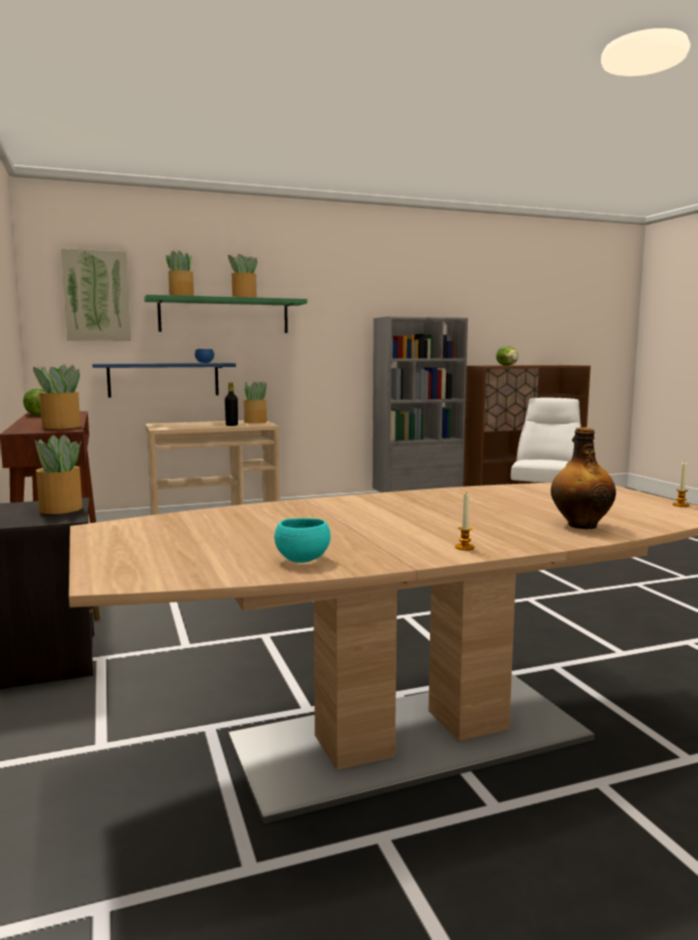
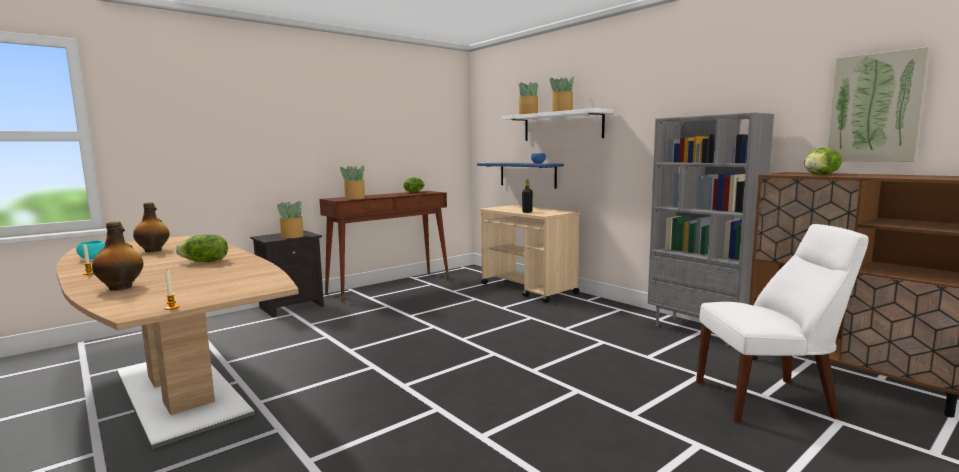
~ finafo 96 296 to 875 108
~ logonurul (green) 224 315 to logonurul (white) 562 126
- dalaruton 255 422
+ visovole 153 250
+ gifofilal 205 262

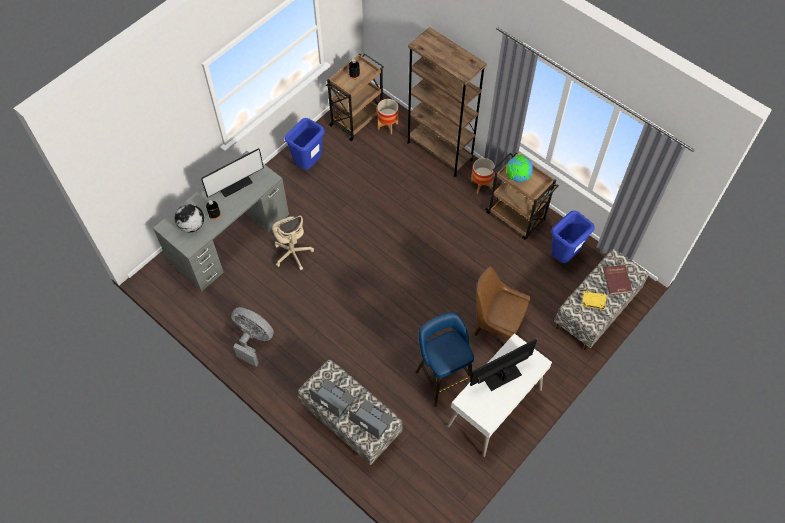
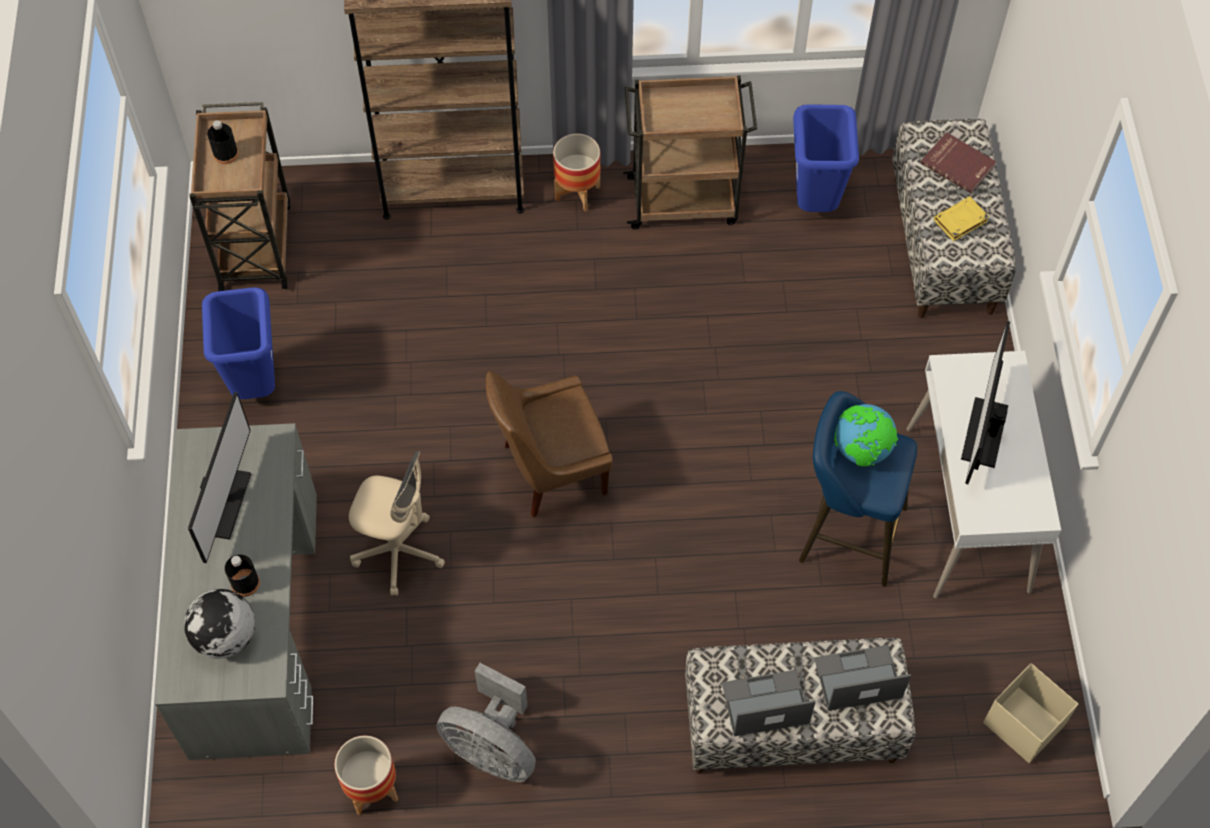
~ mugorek 387 126 to 372 789
~ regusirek 517 177 to 862 451
~ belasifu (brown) 496 324 to 550 470
~ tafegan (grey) 253 340 = 492 748 135 degrees counterclockwise
+ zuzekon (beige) 1023 723

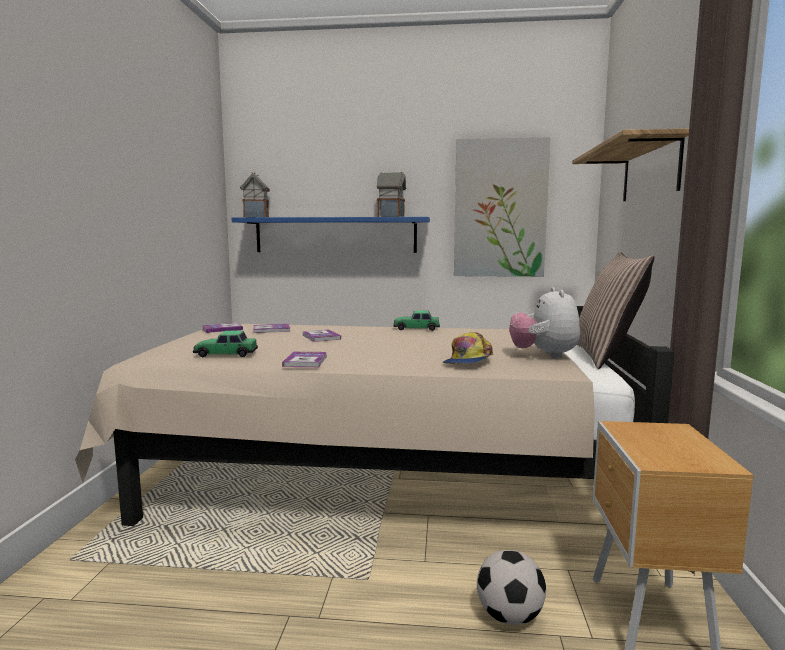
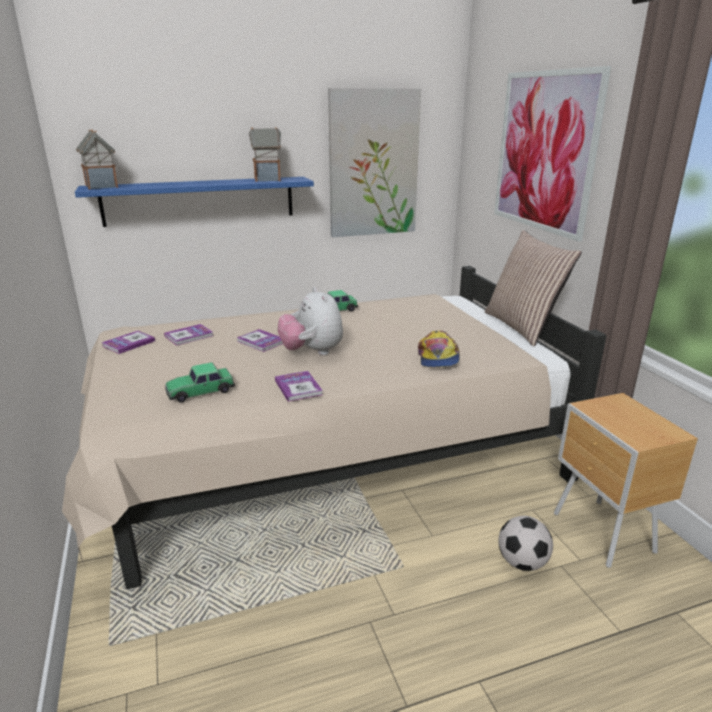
~ logonurul 650 171 to finafo 544 152
~ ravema 544 355 to 312 352

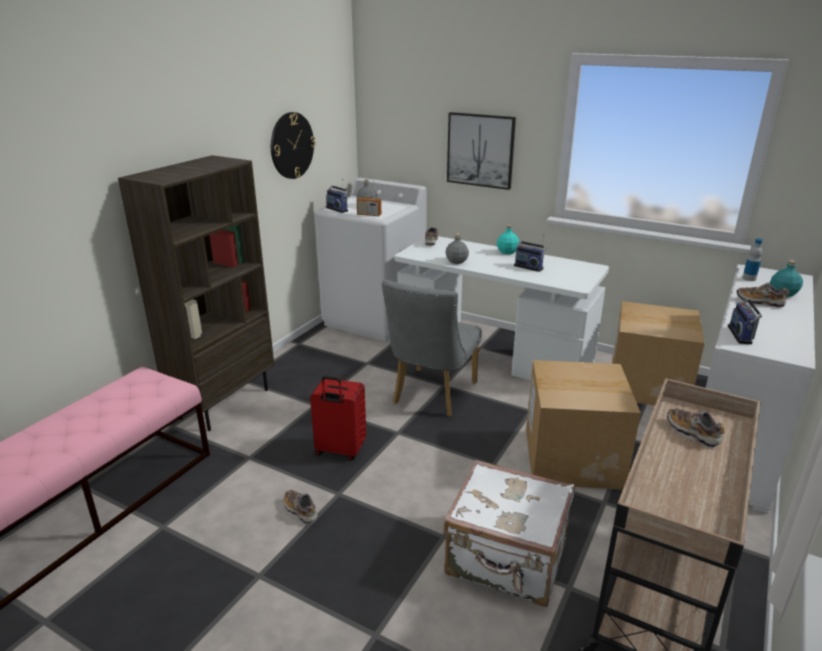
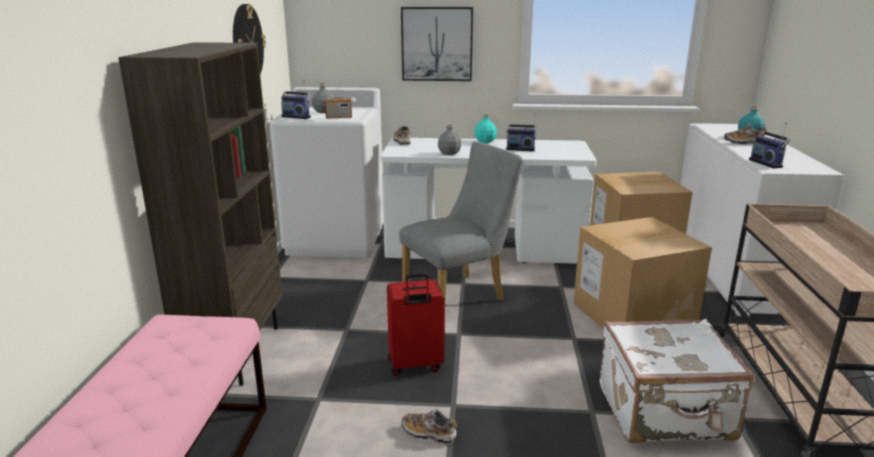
- visovole 749 278
~ belasifu (grey) 431 396 = 460 295 120 degrees counterclockwise
- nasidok 692 433

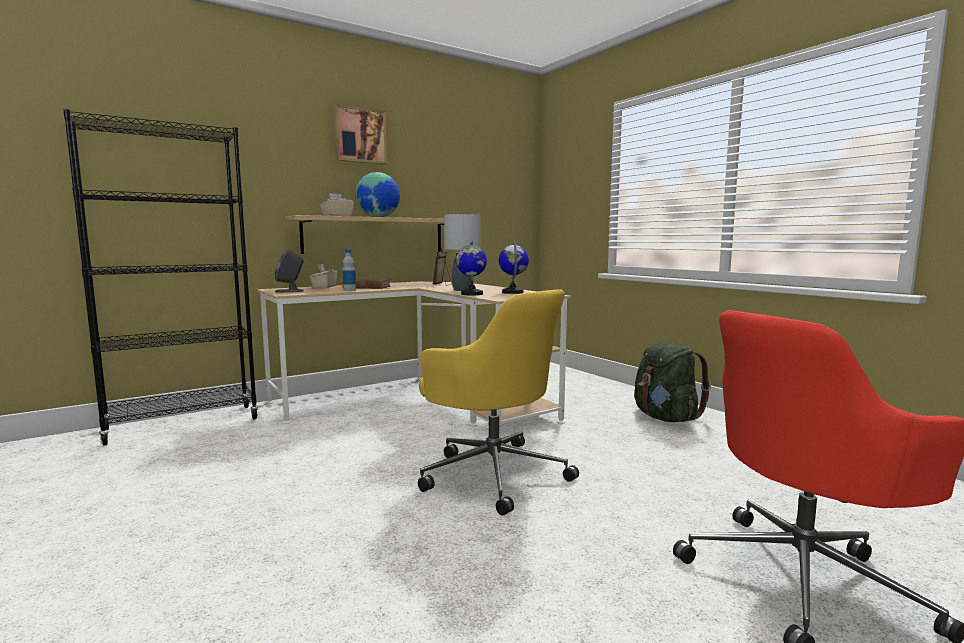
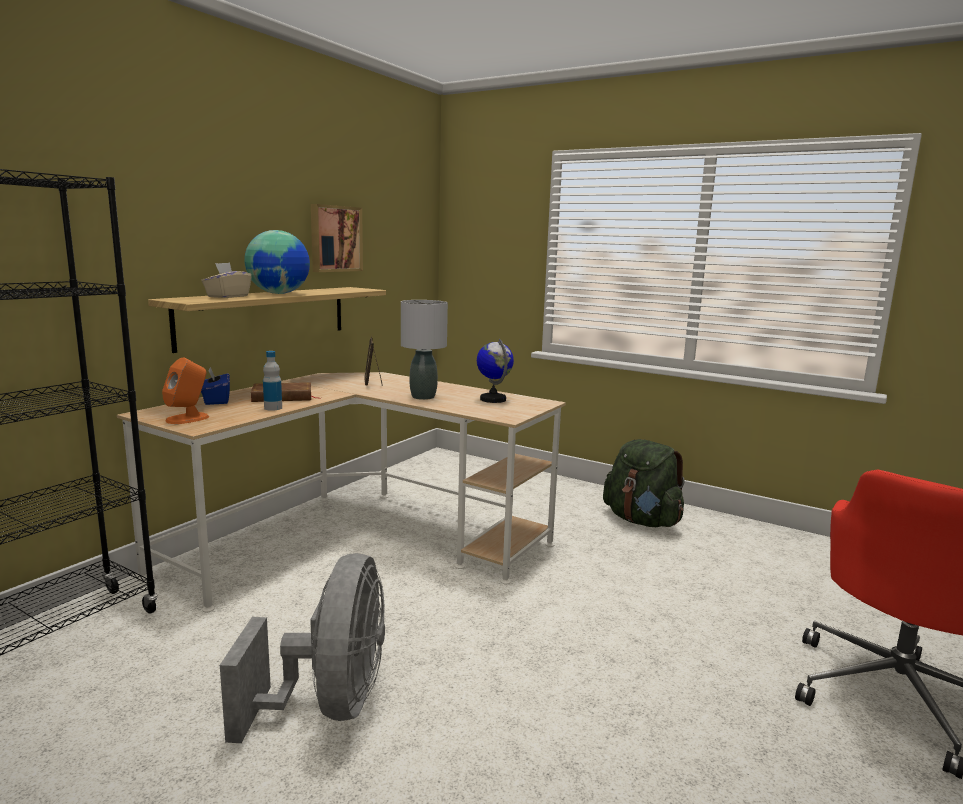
~ finafo 360 135 to 335 238
- regusirek 471 294
~ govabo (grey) 290 291 to govabo (orange) 188 418
~ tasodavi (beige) 324 287 to tasodavi (blue) 216 400
- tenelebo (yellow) 493 473
+ tafegan (grey) 330 704

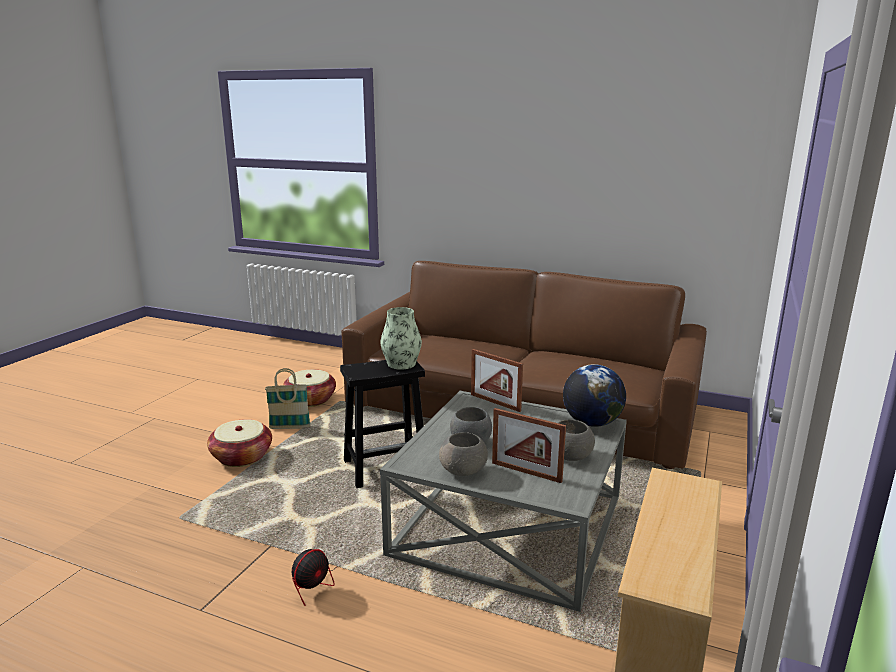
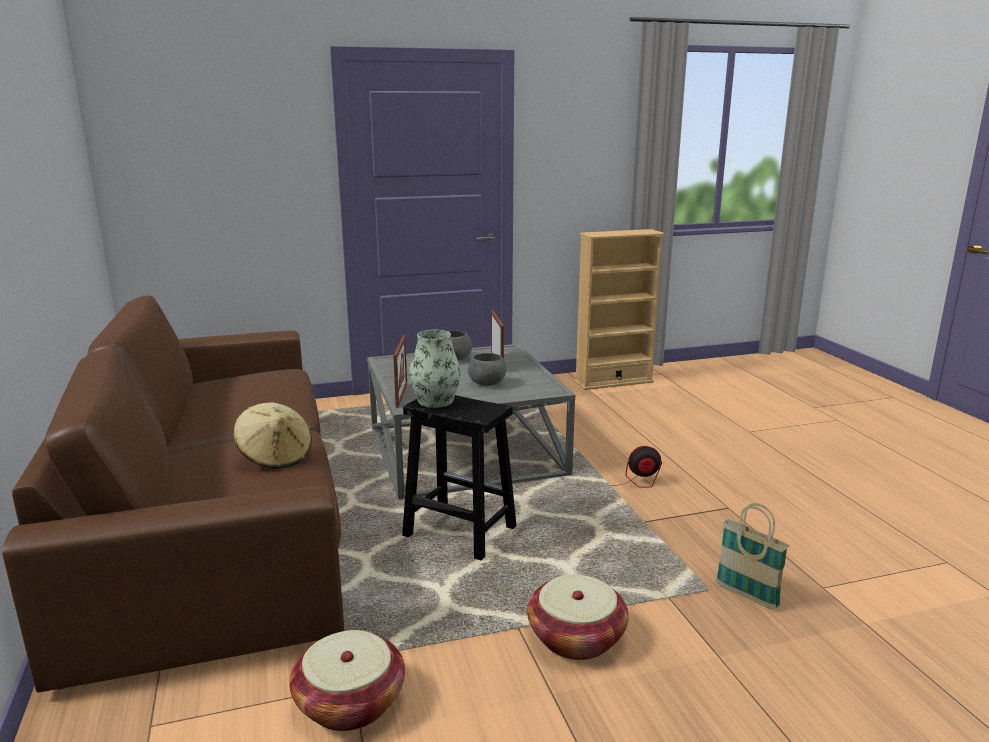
- regusirek 591 423
~ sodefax 290 427 to 746 596
- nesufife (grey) 464 470
+ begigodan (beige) 275 457

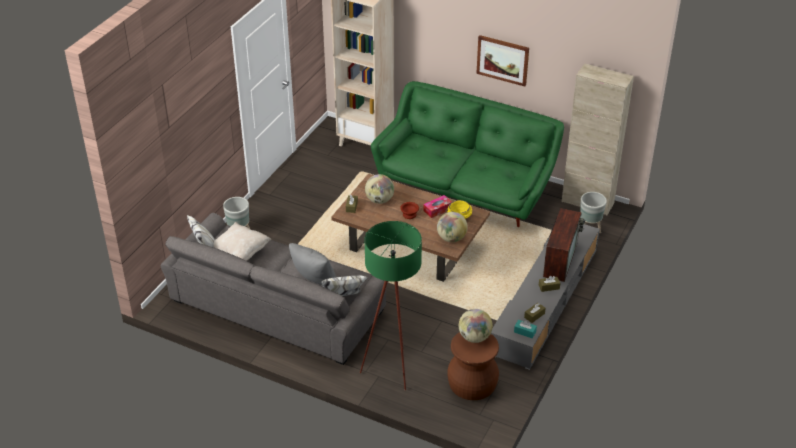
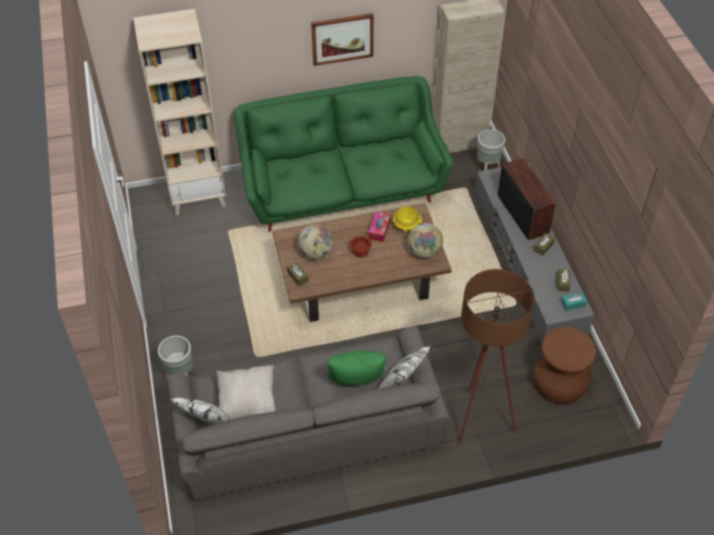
~ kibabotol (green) 392 366 to kibabotol (brown) 478 415
~ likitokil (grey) 314 282 to likitokil (green) 356 382
- regusirek 474 337

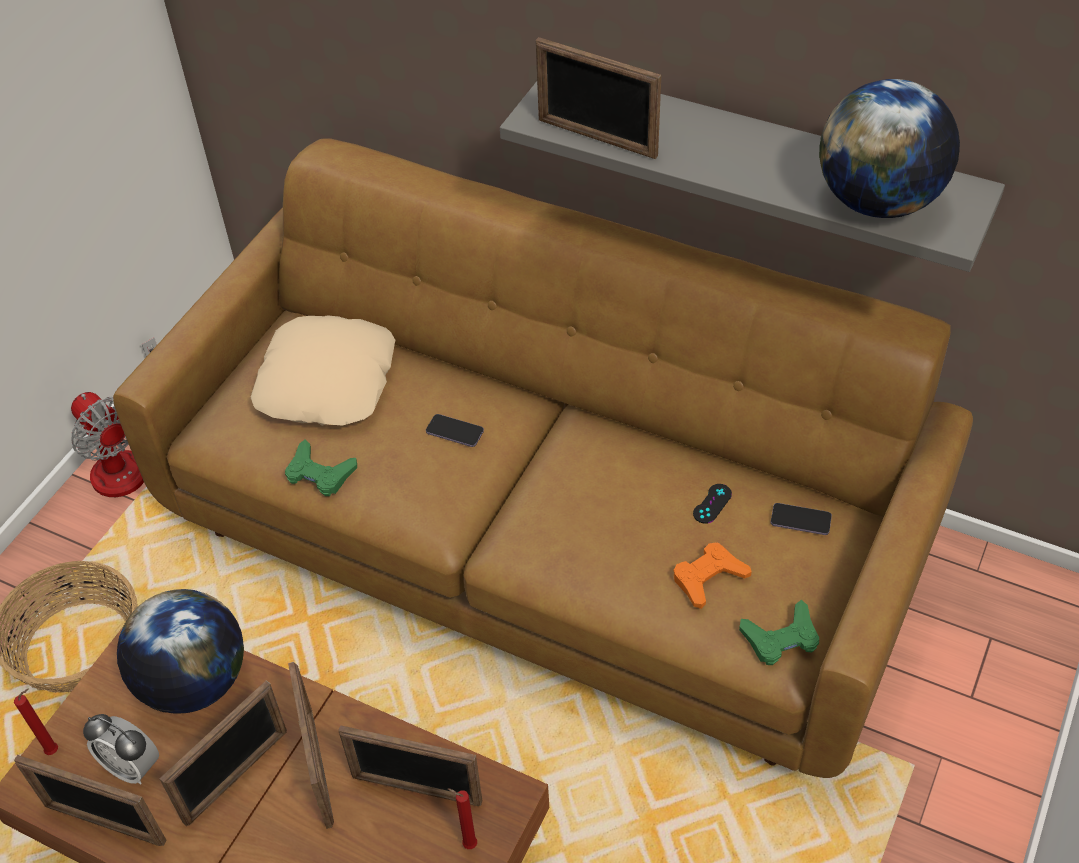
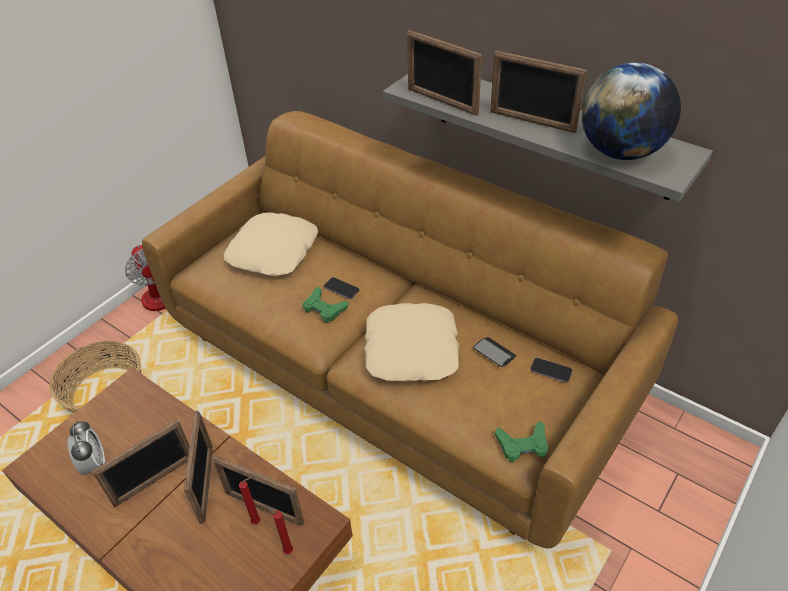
~ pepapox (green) 319 474 to 324 308
~ pepapox (black) 712 504 to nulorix 494 352
- pepapox (orange) 708 578
- regusirek 194 682
~ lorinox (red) 55 750 to 257 521
~ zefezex 132 767 = 94 464 150 degrees counterclockwise
~ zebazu 104 823 to 532 121
+ likitokil (beige) 412 349

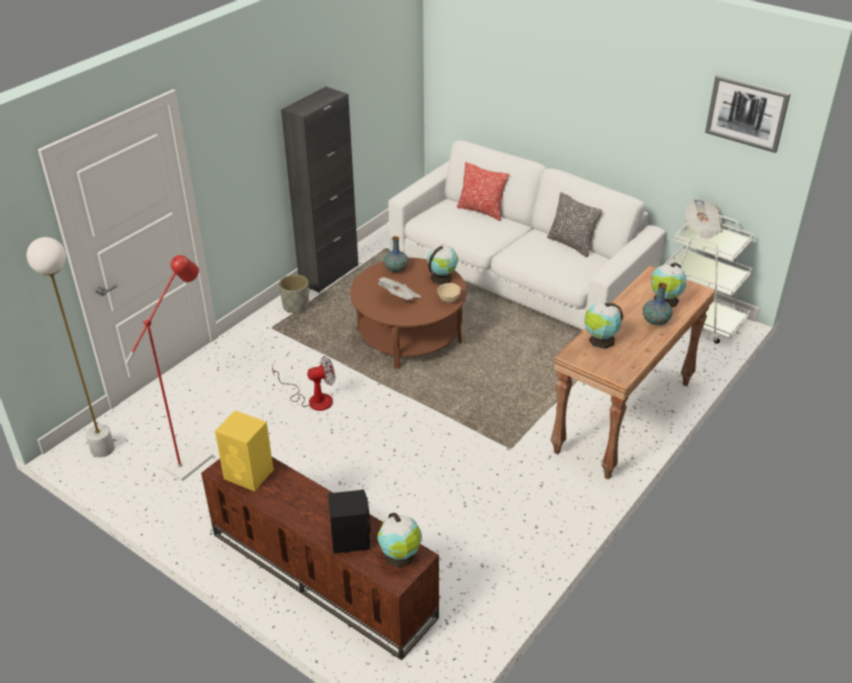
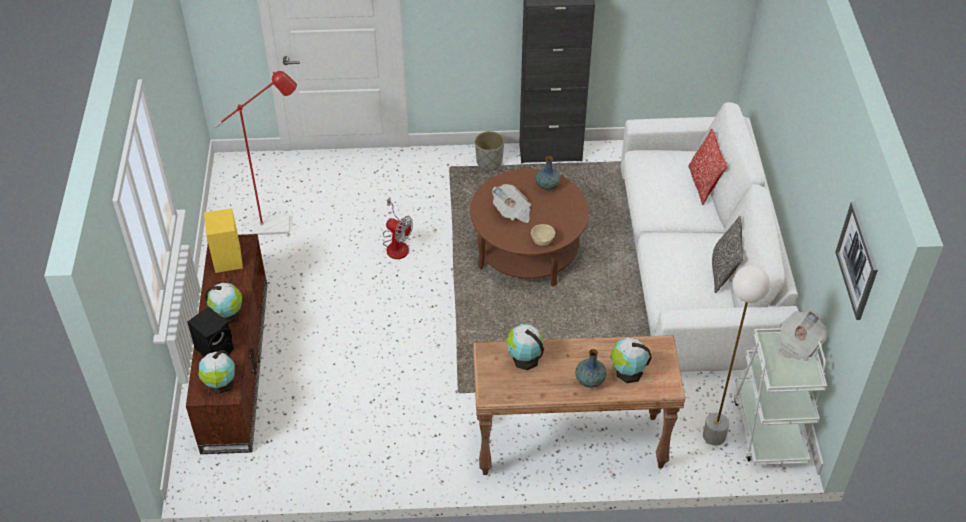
~ kibabotol (white) 103 449 to 714 436
~ regusirek 442 278 to 228 315

